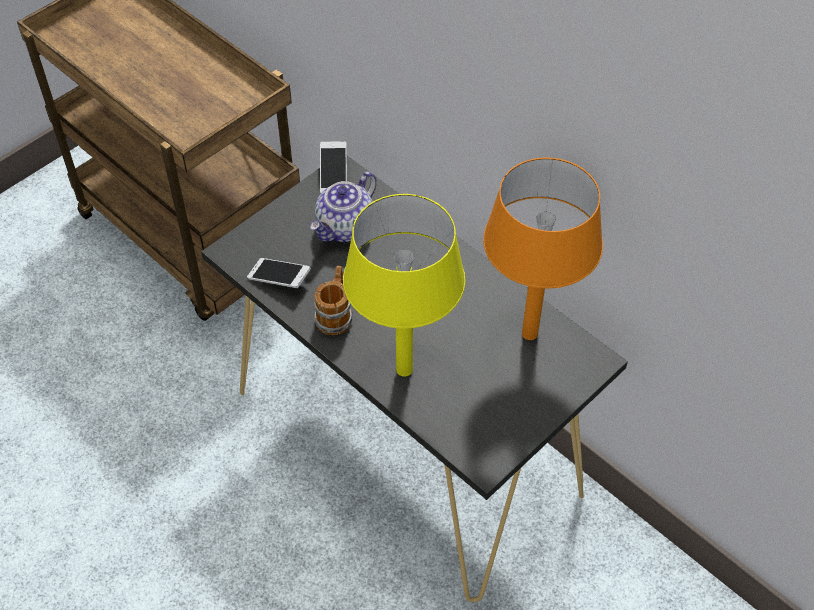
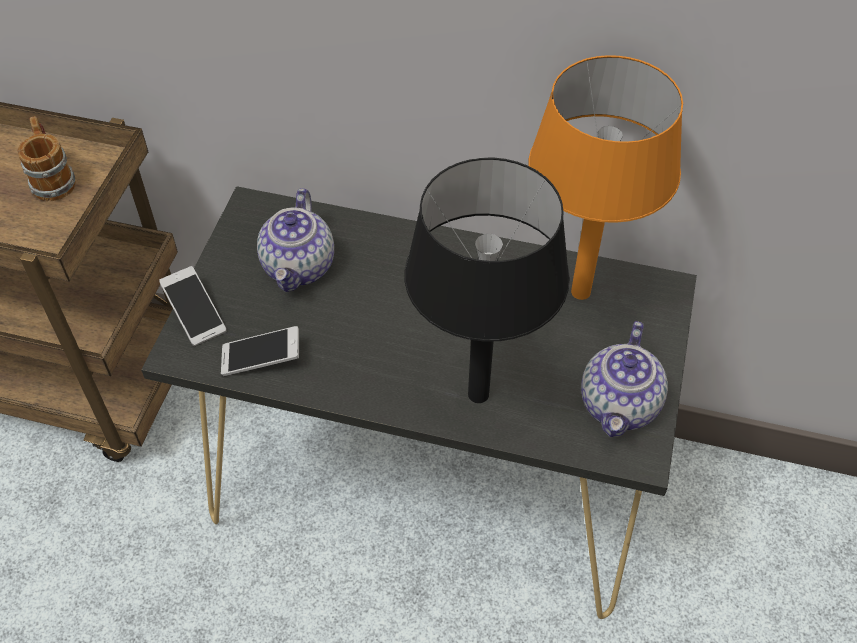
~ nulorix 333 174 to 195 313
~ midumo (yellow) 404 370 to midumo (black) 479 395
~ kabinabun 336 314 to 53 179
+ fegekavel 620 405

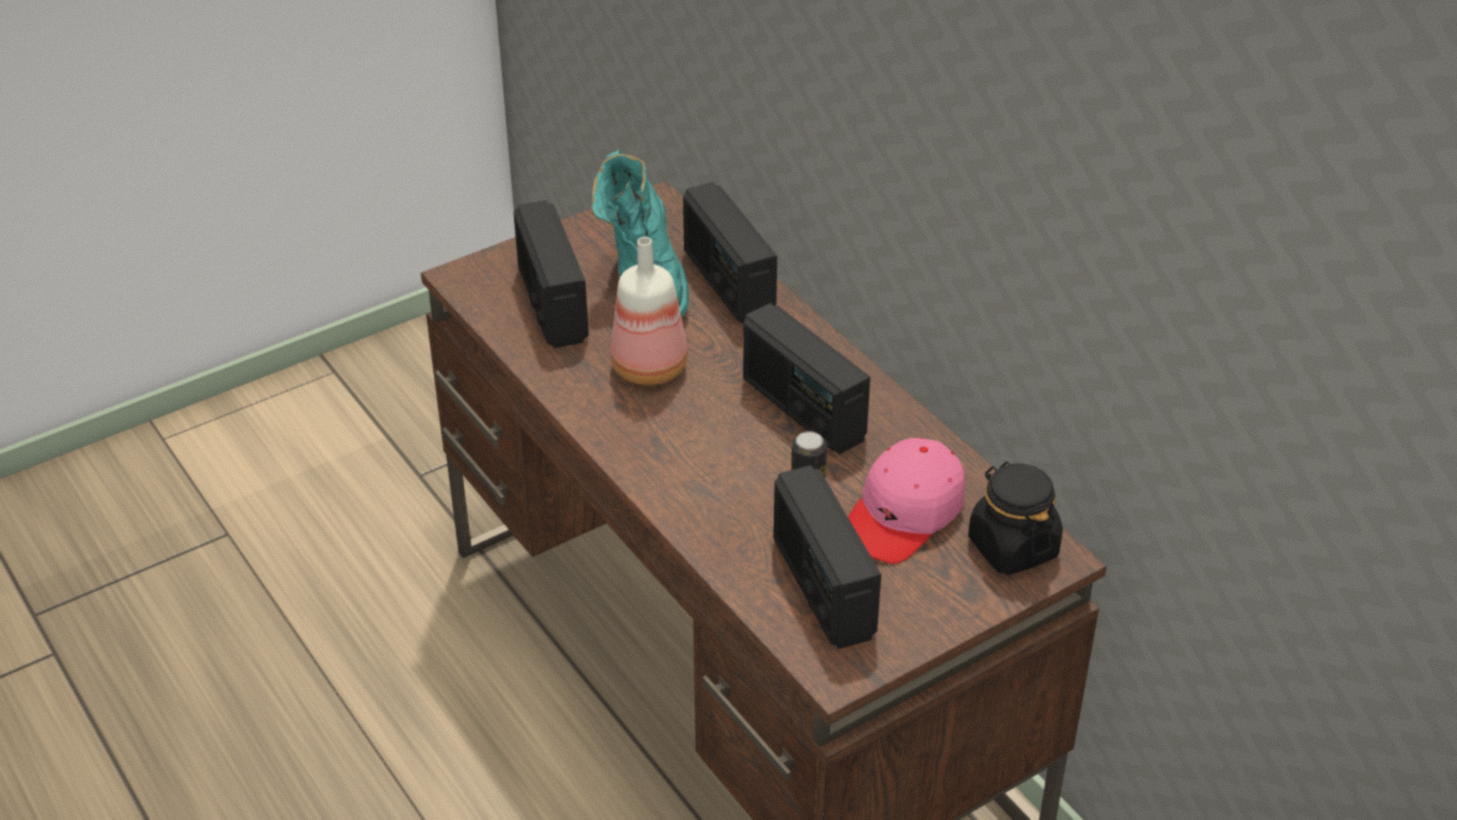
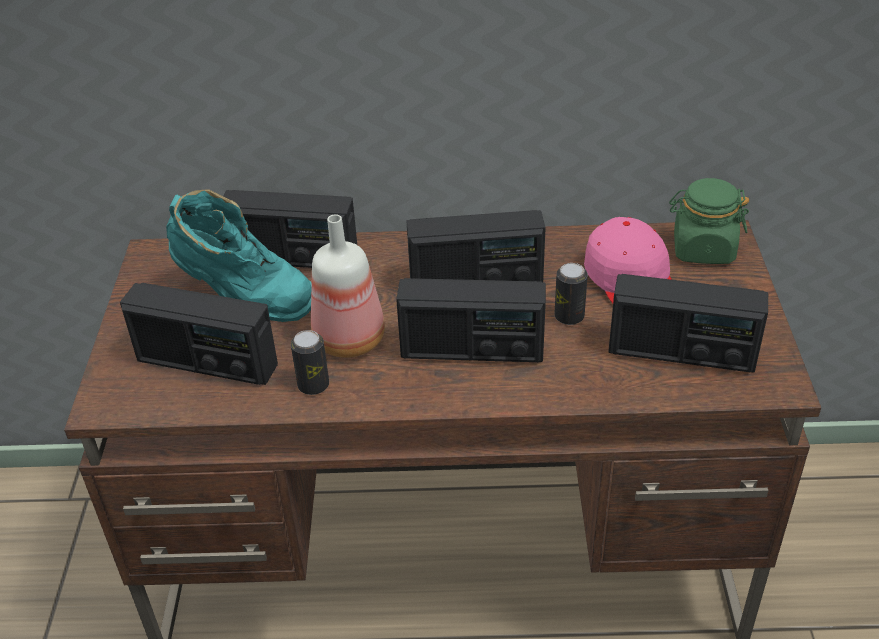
~ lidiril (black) 1012 547 to lidiril (green) 703 249
+ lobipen 472 350
+ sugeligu 313 385

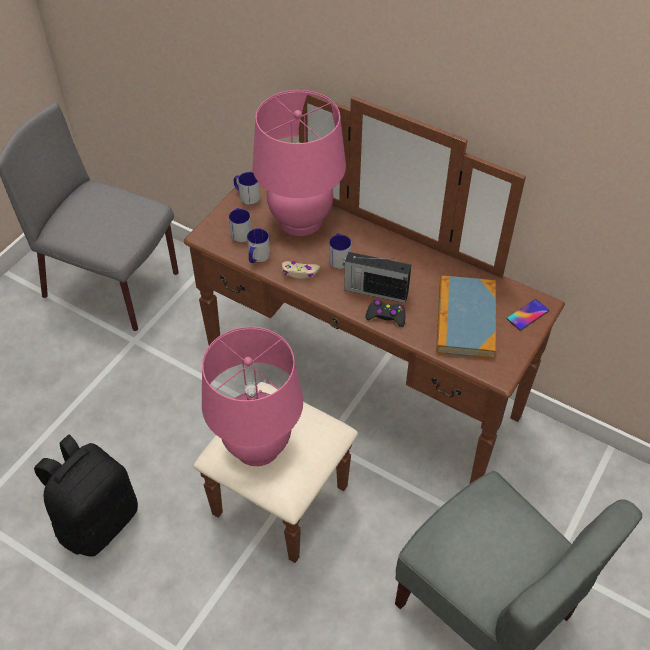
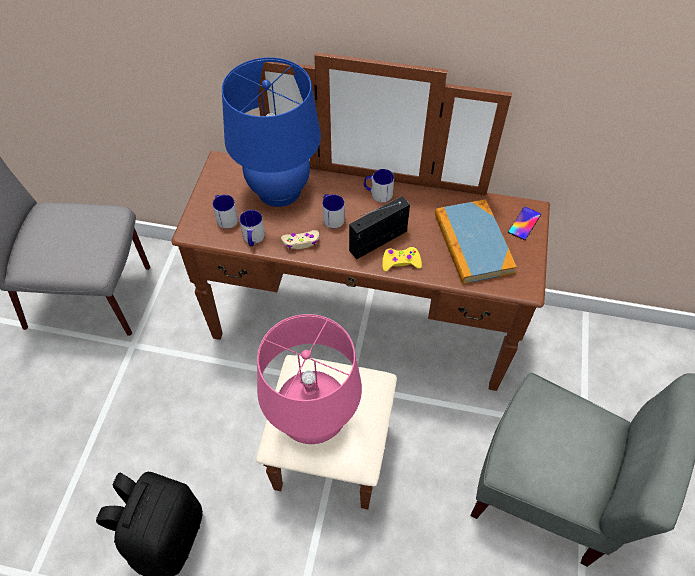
~ midumo (pink) 300 220 to midumo (blue) 279 190
~ kabinabun 246 195 to 378 193
~ lobipen 374 291 = 379 240 150 degrees clockwise
~ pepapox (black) 386 316 to pepapox (yellow) 400 262

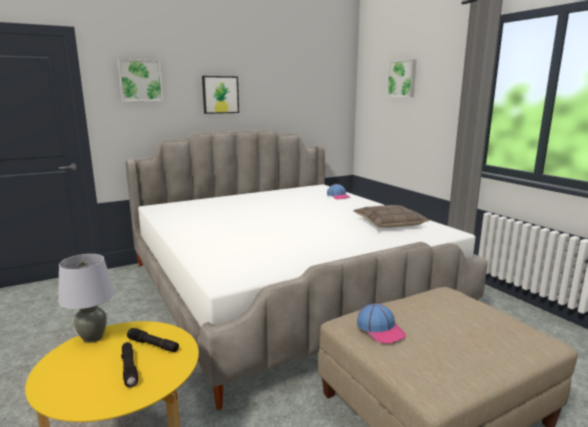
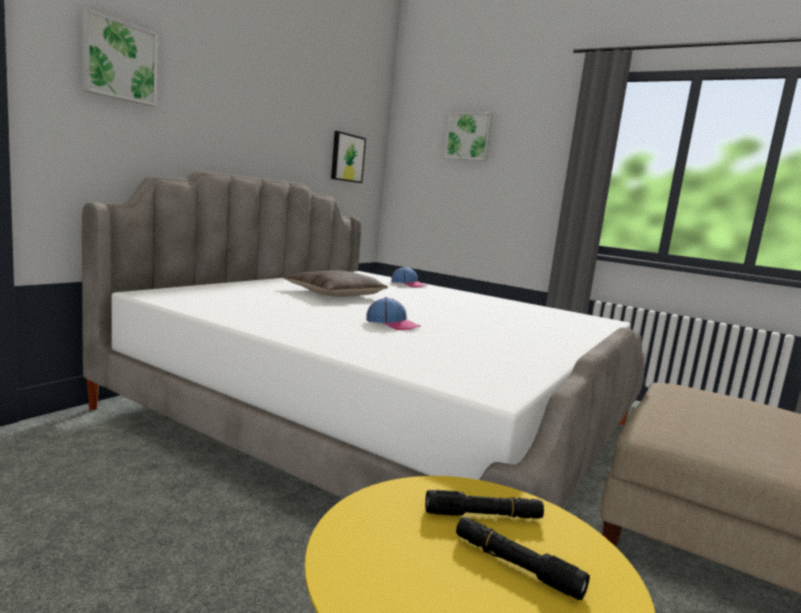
~ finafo 220 94 to 347 158
~ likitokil 389 223 to 334 294
- midumo (grey) 93 337
~ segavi 380 330 to 393 324

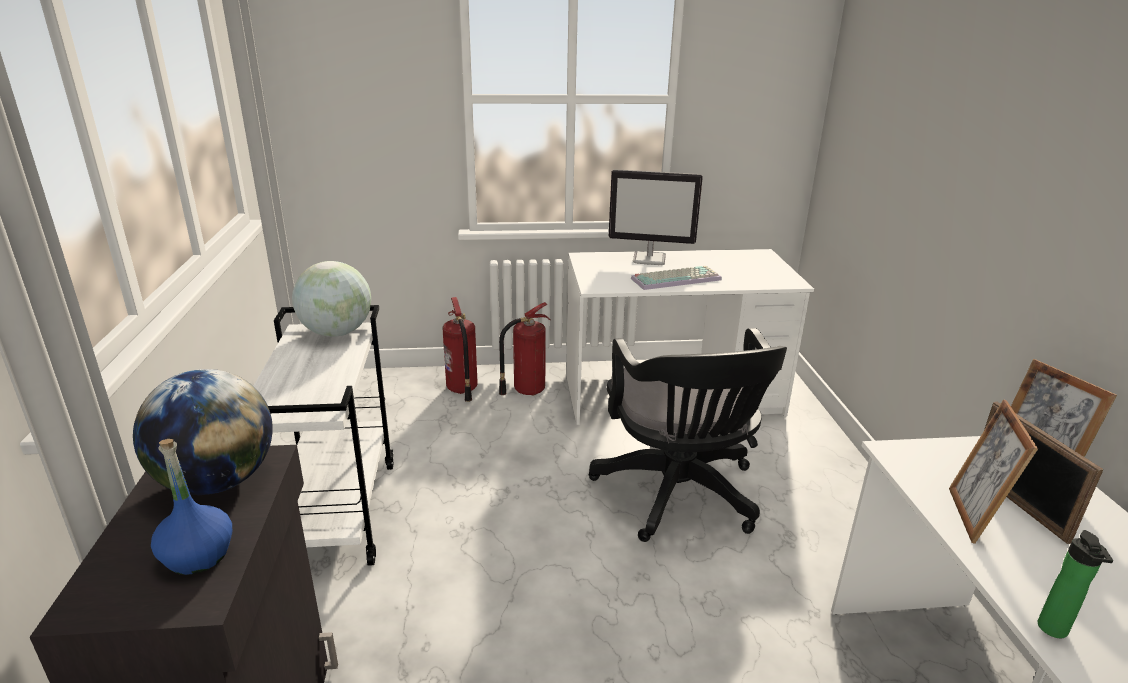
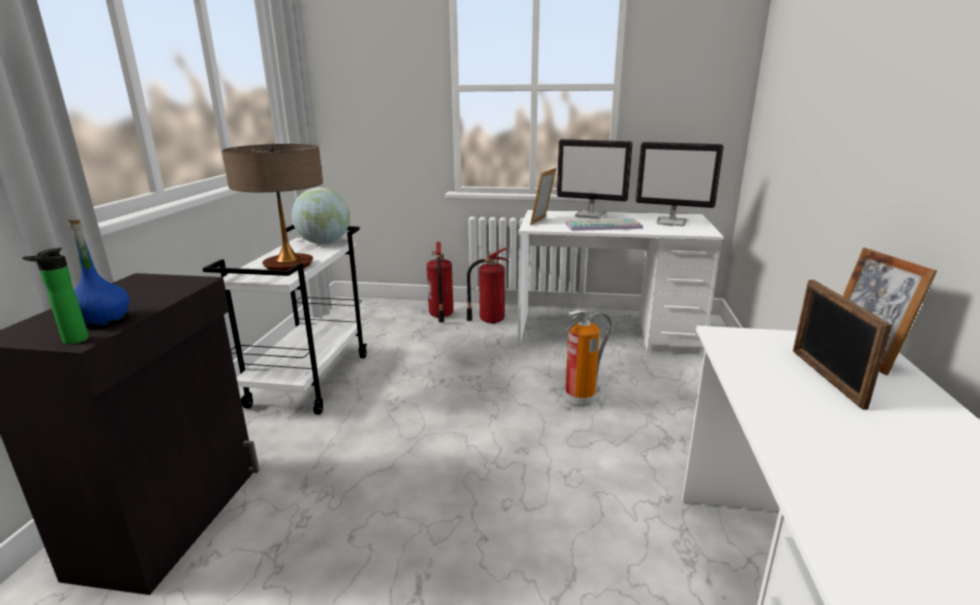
~ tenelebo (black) 679 496 to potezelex 581 400
- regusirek 218 481
~ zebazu 973 516 to 542 221
~ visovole 1054 631 to 72 341
+ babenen 672 222
+ midumo 288 265

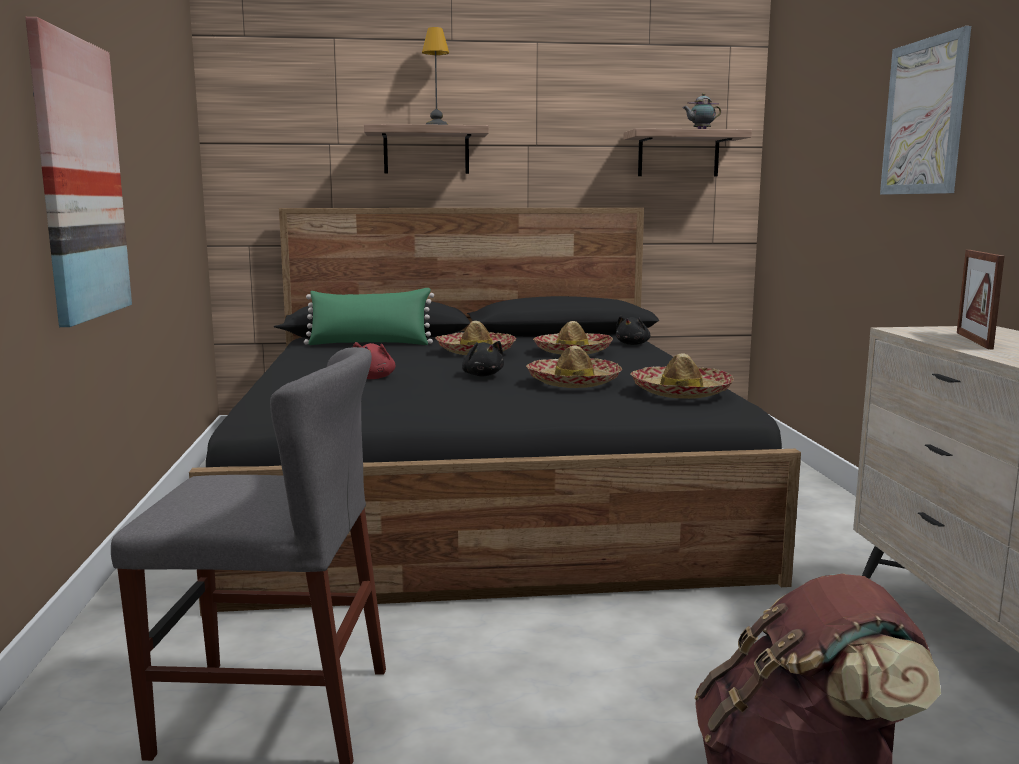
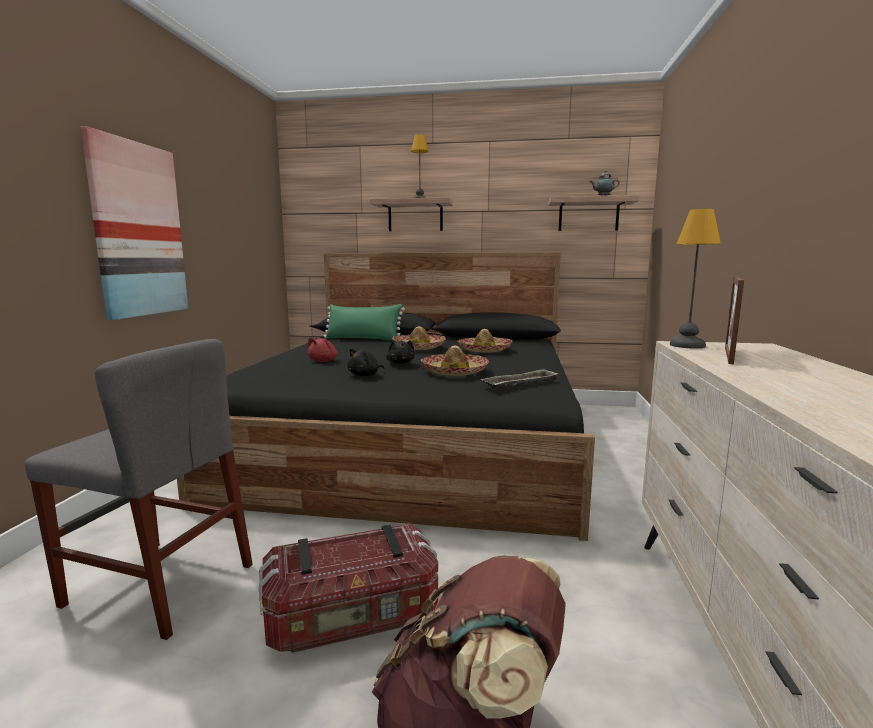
- finafo 924 117
~ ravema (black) 633 344 to 365 375
~ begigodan 680 392 to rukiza 520 383
+ midumo 686 345
+ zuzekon 353 619

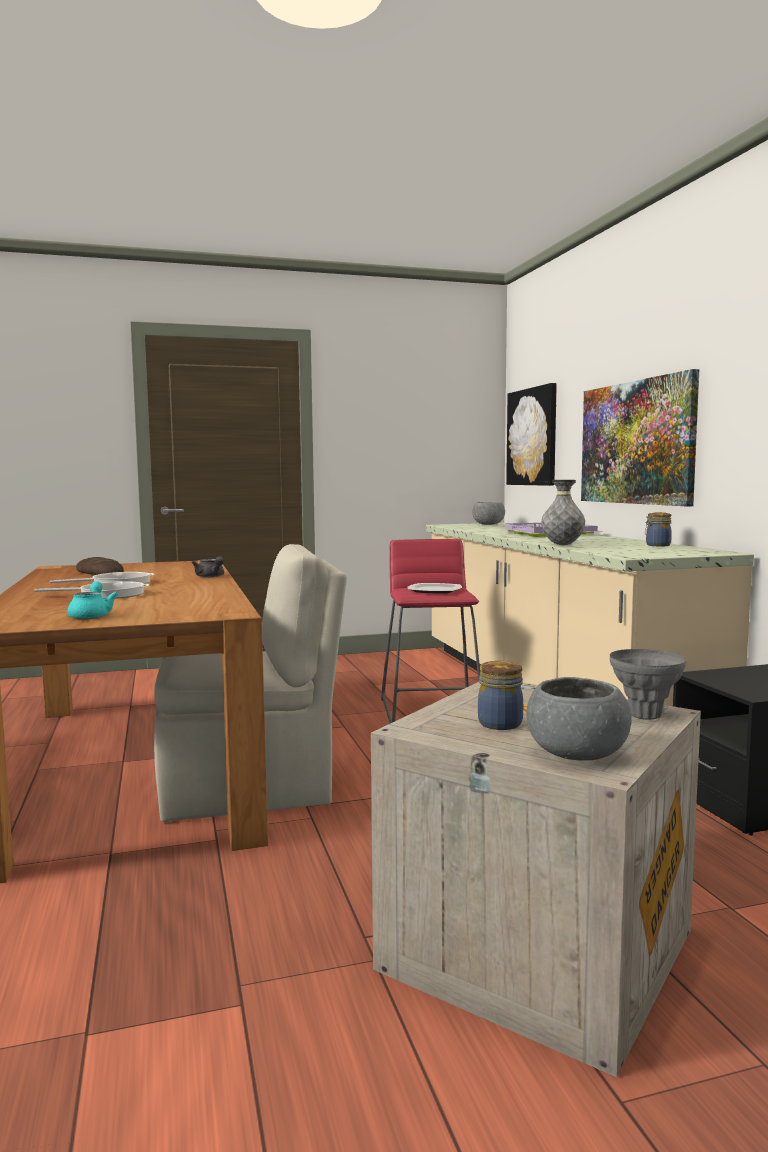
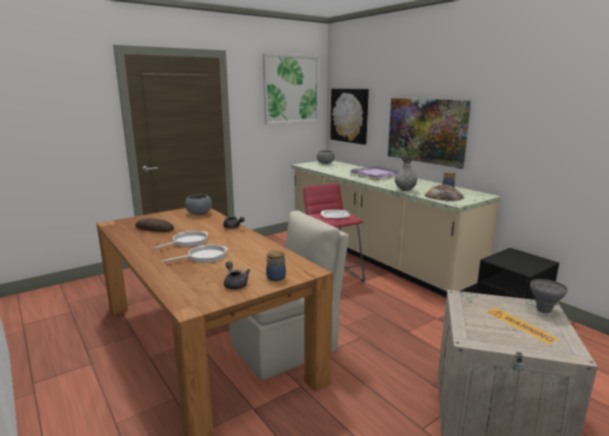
~ fegekavel (turquoise) 92 615 to fegekavel (grey) 235 284
~ lidiril 499 723 to 275 277
~ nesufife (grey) 576 754 to 199 213
+ finafo 291 89
+ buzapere 444 196

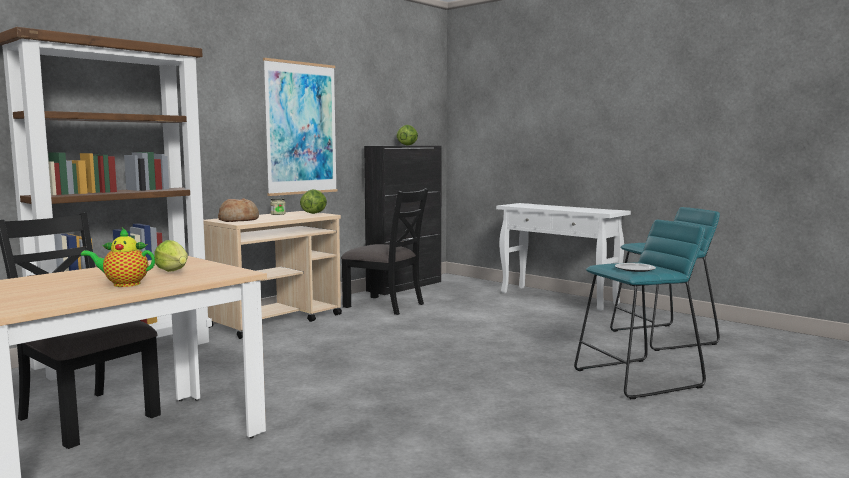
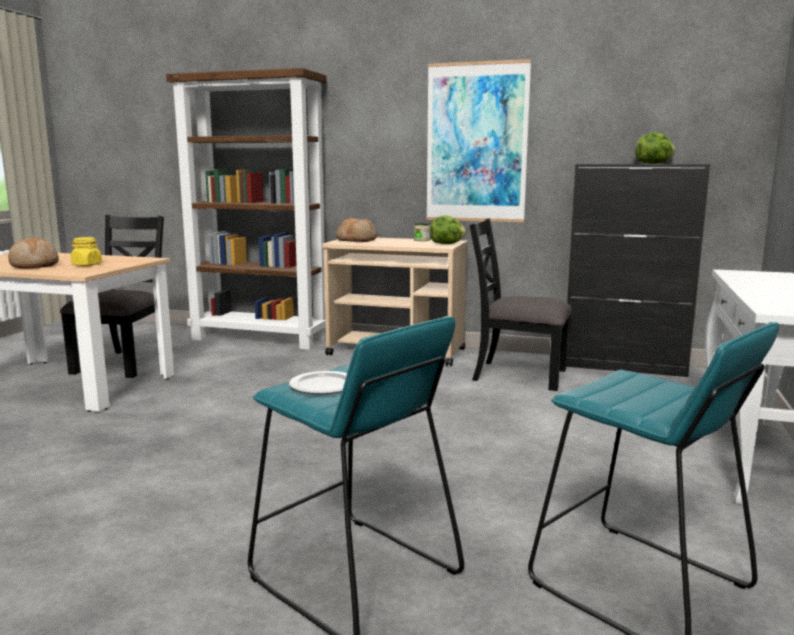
~ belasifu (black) 385 305 = 518 375 105 degrees clockwise
~ fegekavel 123 284 to buzapere 34 265
~ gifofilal 174 272 to lidiril (yellow) 86 265

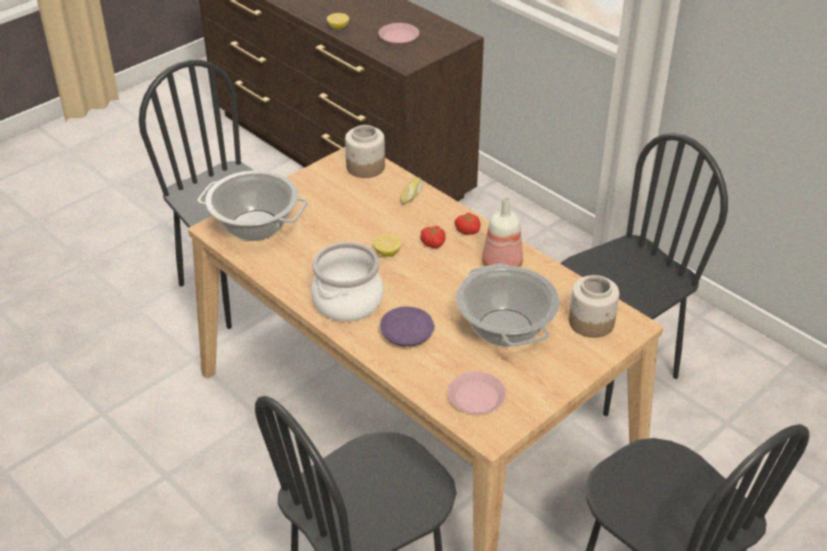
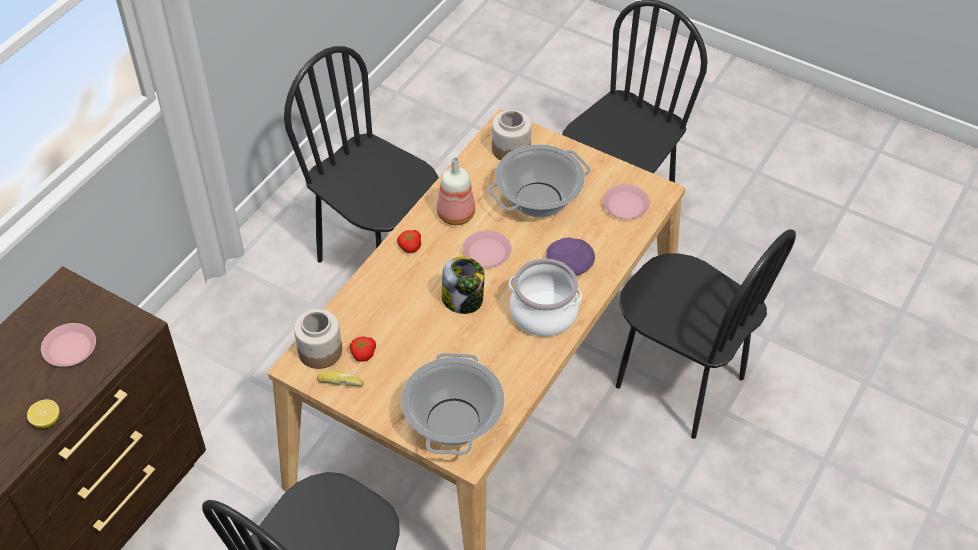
~ buzapere 412 194 to 340 382
~ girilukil 433 243 to 362 353
~ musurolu 387 253 to lidiril 463 300
+ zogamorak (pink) 487 252

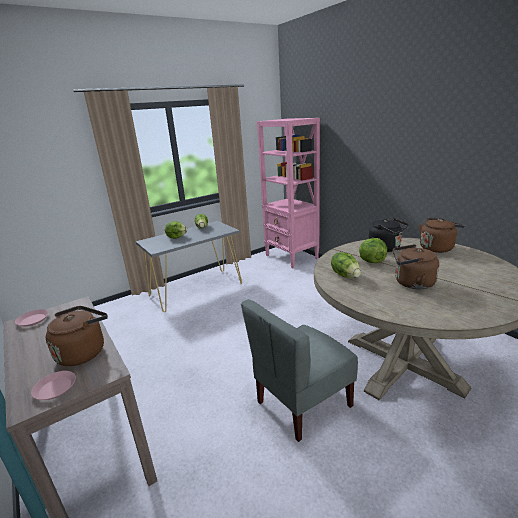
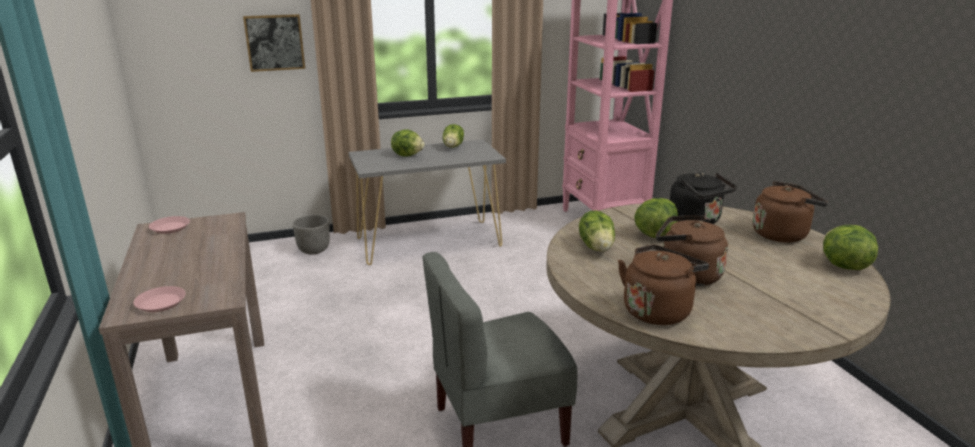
~ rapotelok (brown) 83 352 to 658 310
+ finafo 274 42
+ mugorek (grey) 314 250
+ gifofilal 843 266

